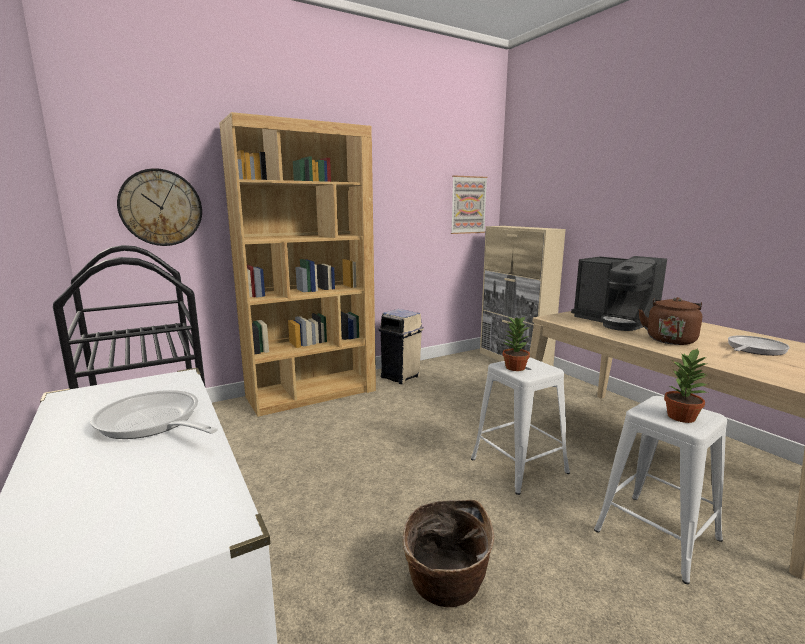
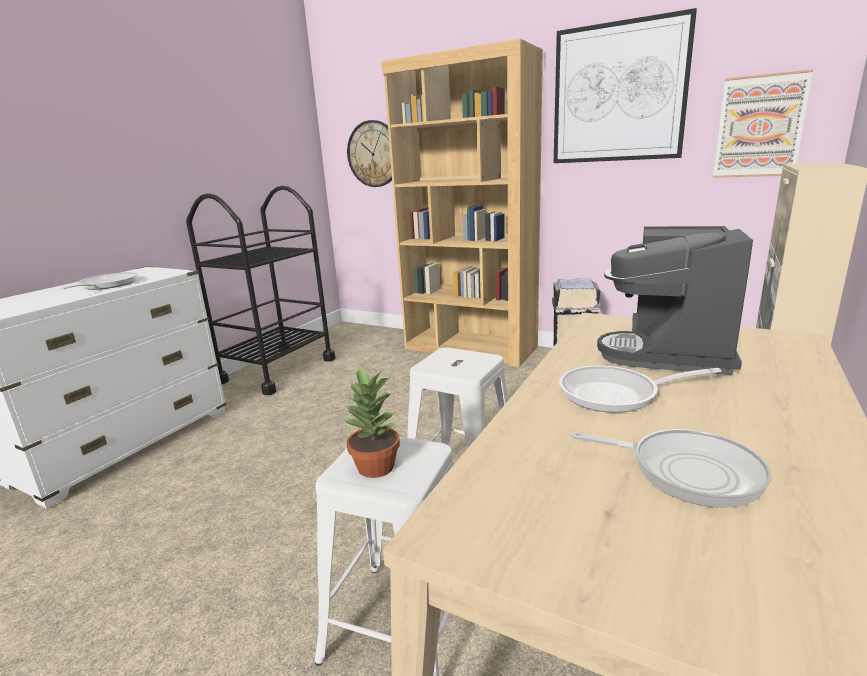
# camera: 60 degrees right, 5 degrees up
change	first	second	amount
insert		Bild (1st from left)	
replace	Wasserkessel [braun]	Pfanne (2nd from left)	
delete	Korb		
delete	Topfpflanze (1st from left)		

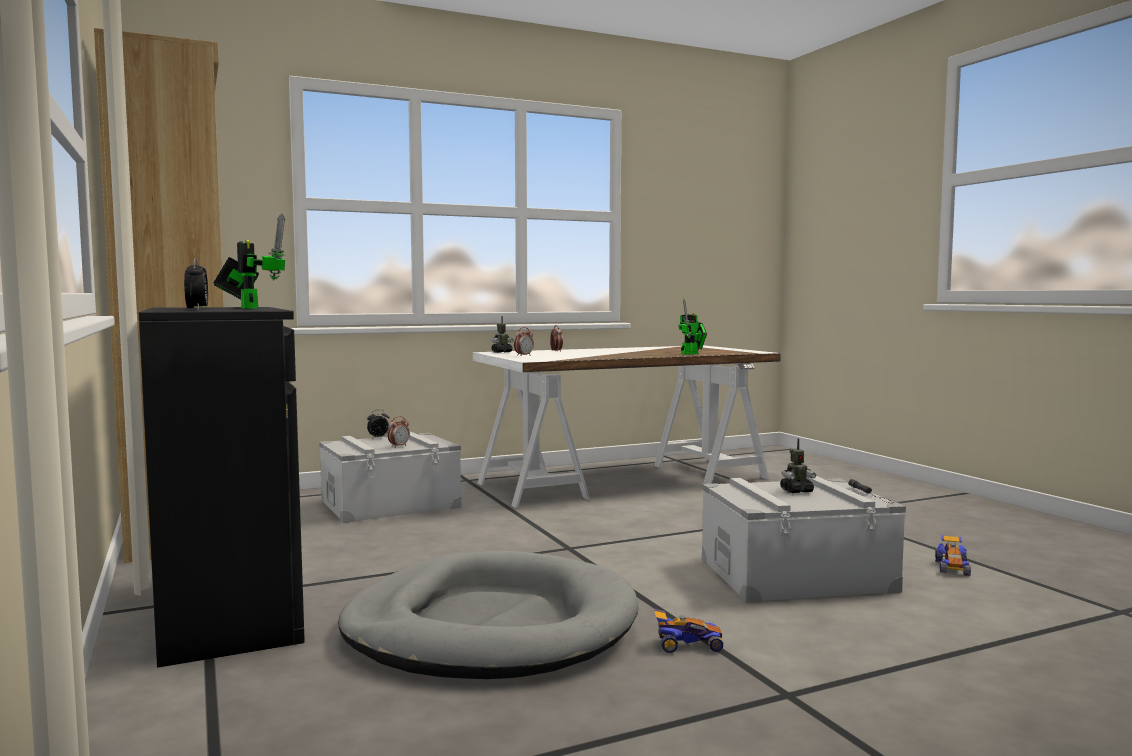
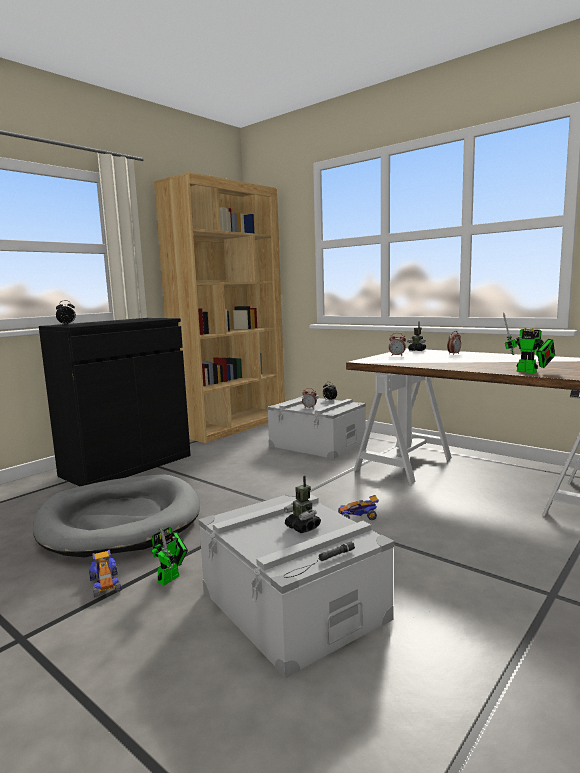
# camera: 65 degrees right, 5 degrees up
change	first	second	amount
move	Spielzeugroboter (1st from left)		
move	Spielzeugauto (2nd from left)		

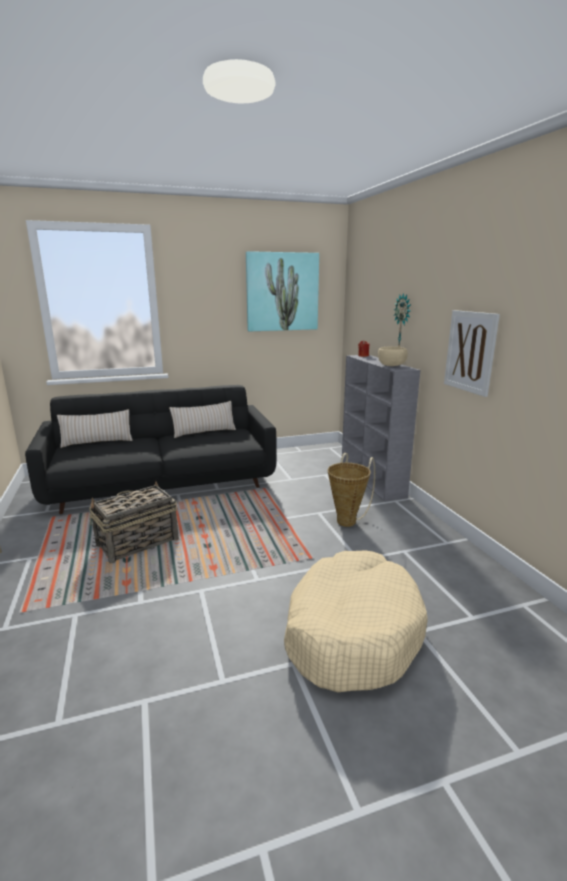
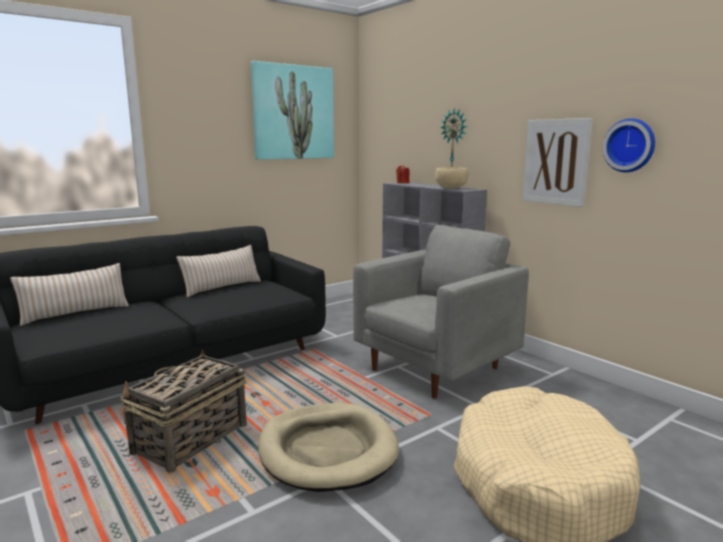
# camera: 20 degrees left, 5 degrees down
change	first	second	amount
insert		Hundebett [beige] (1st from left)	
replace	Korb (2nd from left)	Sessel [grau]	
insert		Wanduhr (2nd from left)	

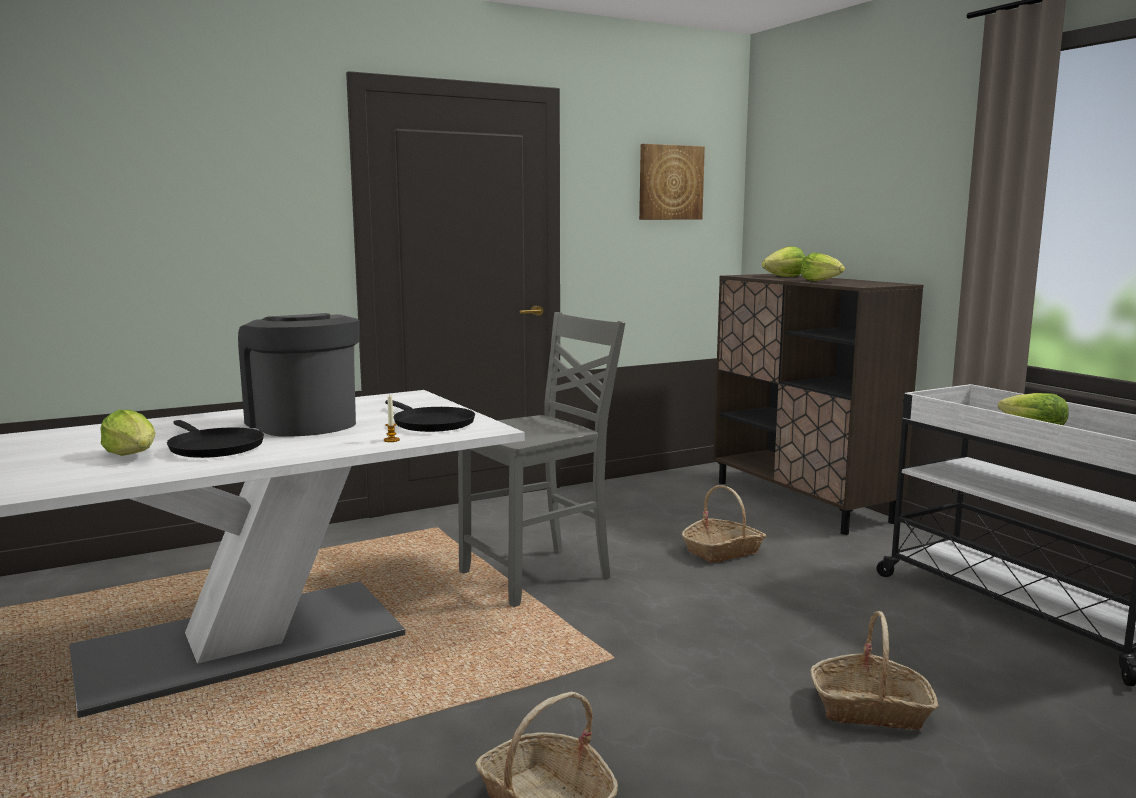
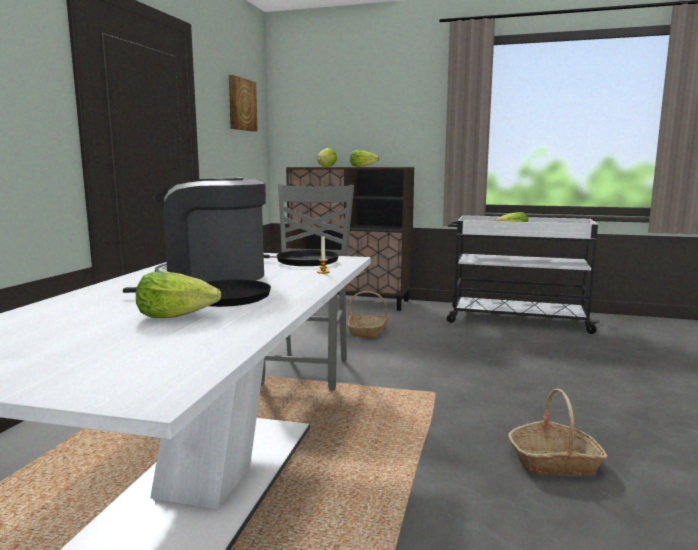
# camera: 45 degrees left, 0 degrees up
change	first	second	amount
delete	Korb (3rd from left)		

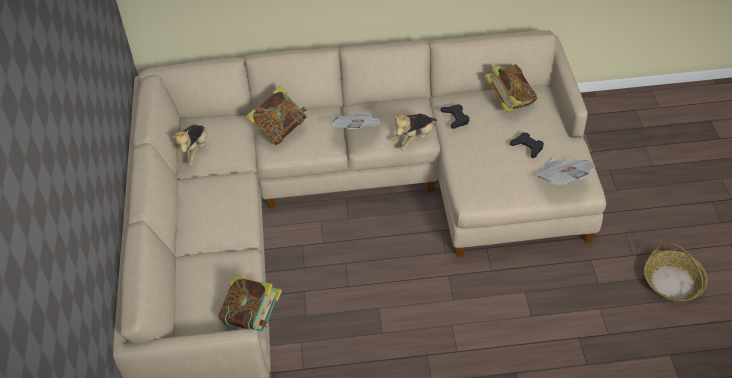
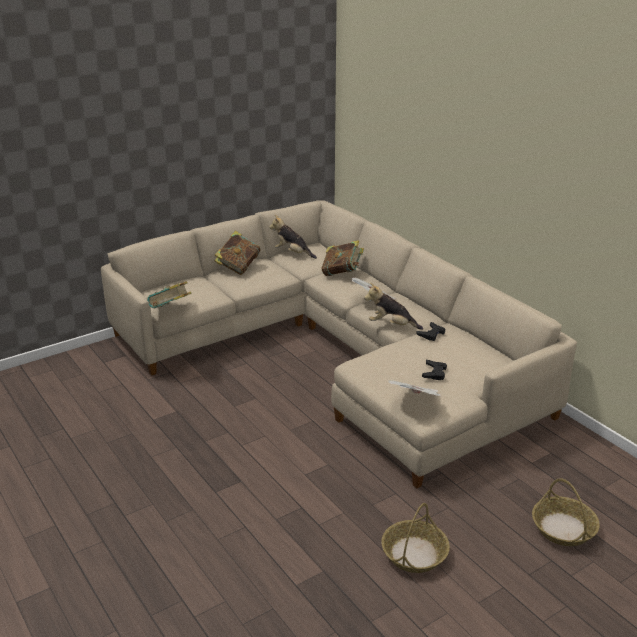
# camera: 60 degrees right, 20 degrees down
change	first	second	amount
move	Buch (3rd from left in the first image)	Buch (2nd from left)	
rotate	Plüschtier (1st from left)		45 degrees clockwise
insert		Korb (2nd from left)	

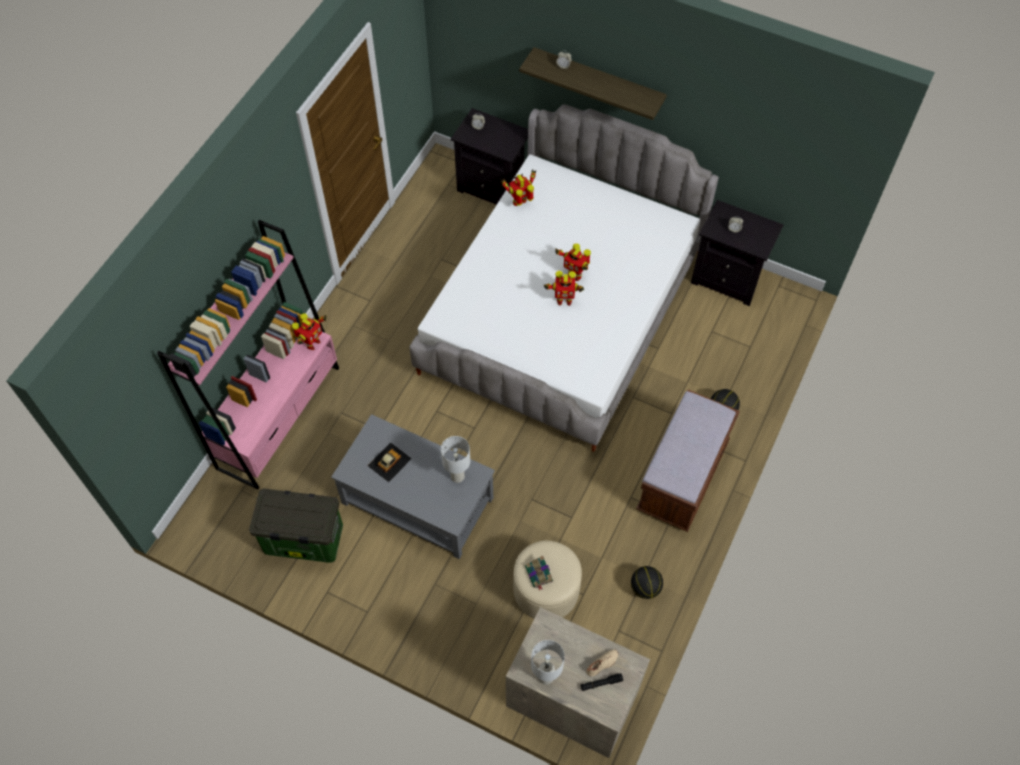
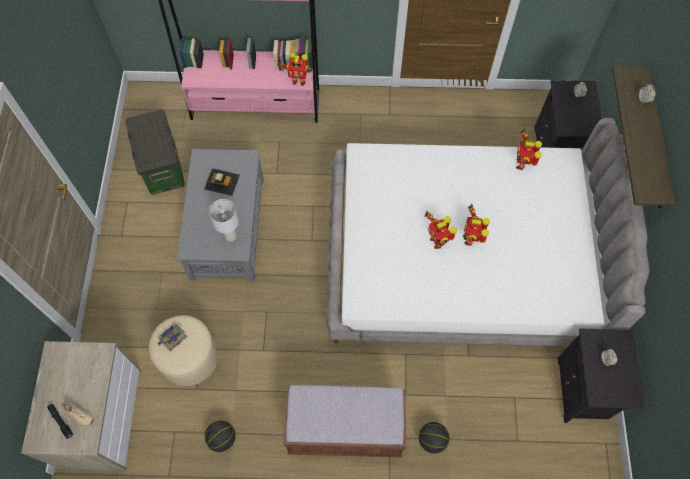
# camera: 65 degrees right, 5 degrees up
change	first	second	amount
rotate	Spielzeugroboter (2nd from left in the first image)	Spielzeugroboter (4th from left)	120 degrees counterclockwise
delete	Tischlampe [weiß] (2nd from left)		

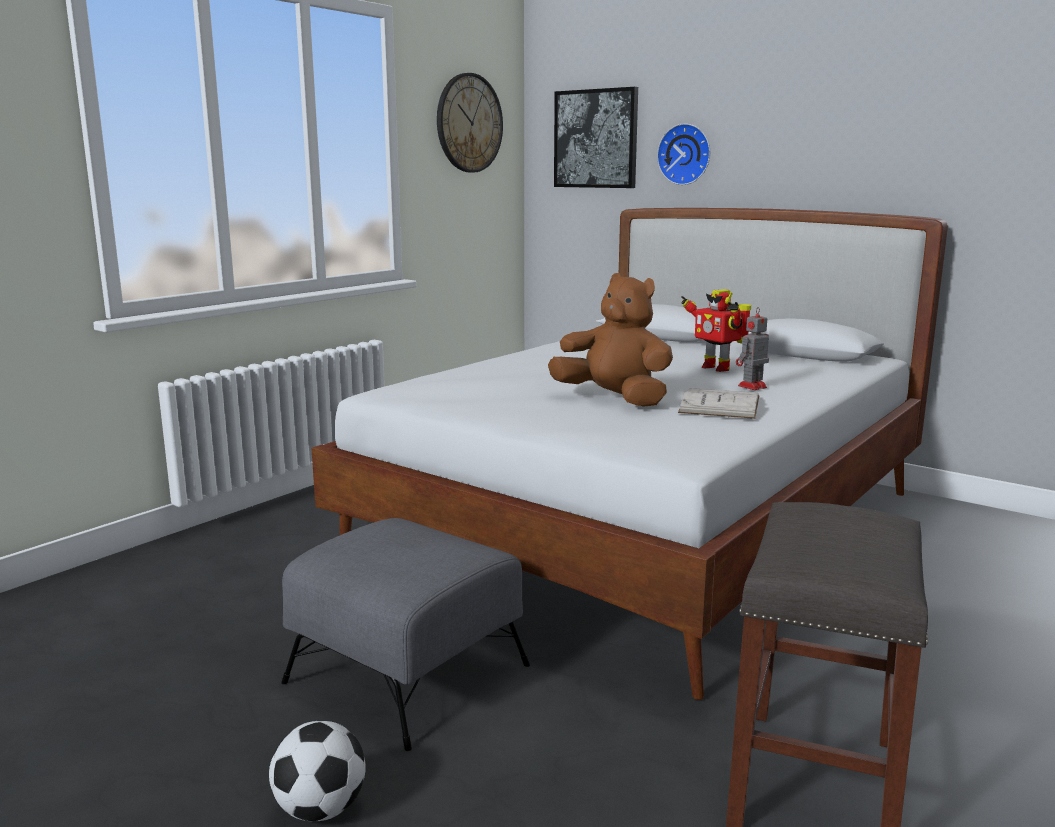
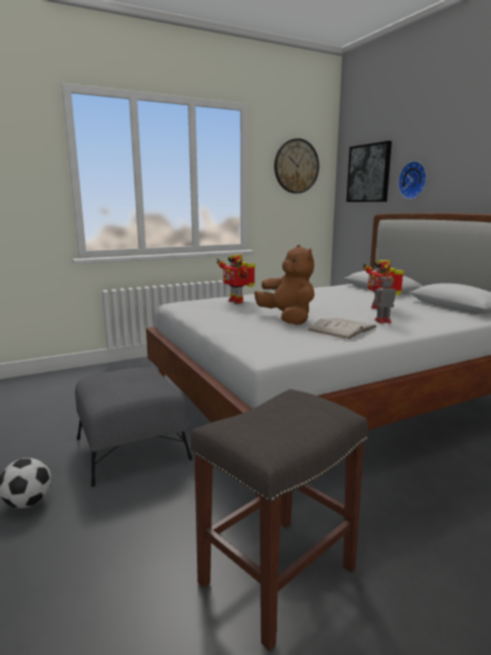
# camera: 25 degrees right, 0 degrees up
change	first	second	amount
insert		Spielzeugroboter (1st from left)	

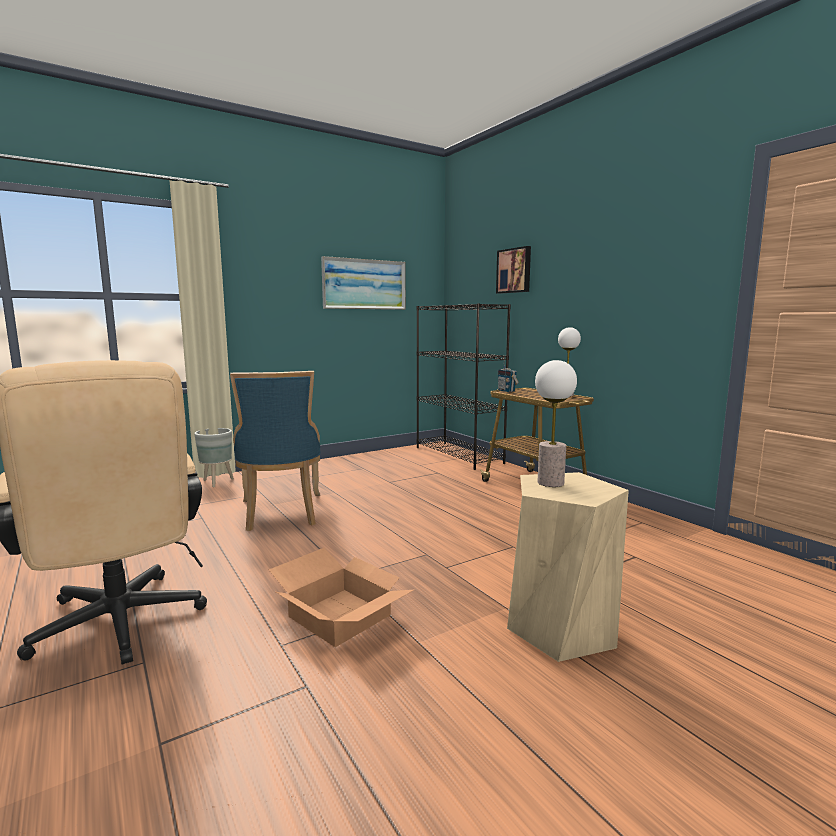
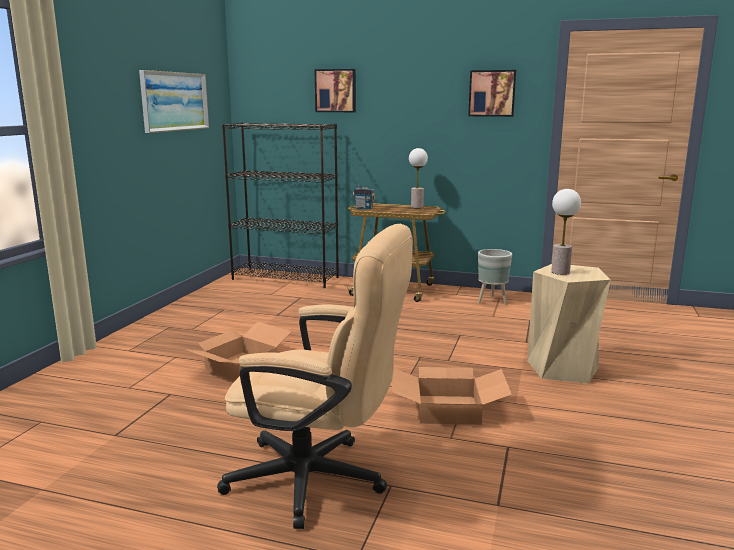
# camera: 40 degrees left, 5 degrees up
change	first	second	amount
replace	Stuhl [blau]	Karton (1st from left)	
insert		Bild (3rd from left)	
move	Pflanzkübel [grau]		

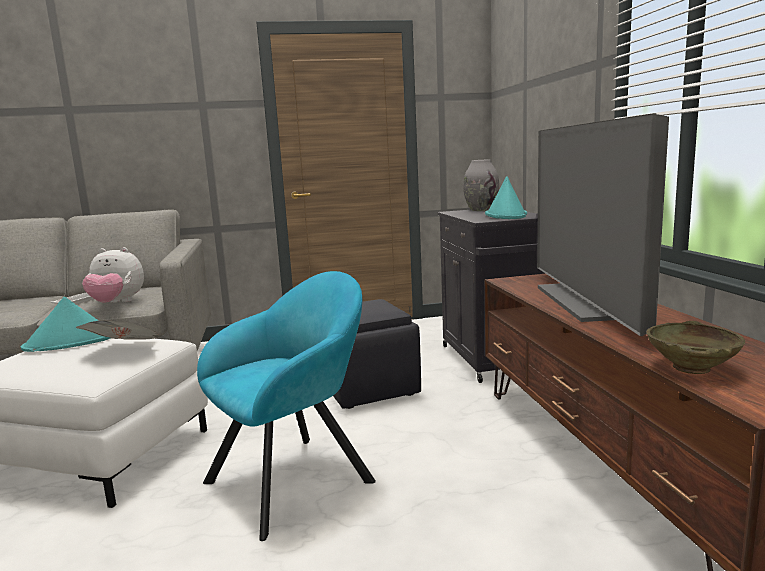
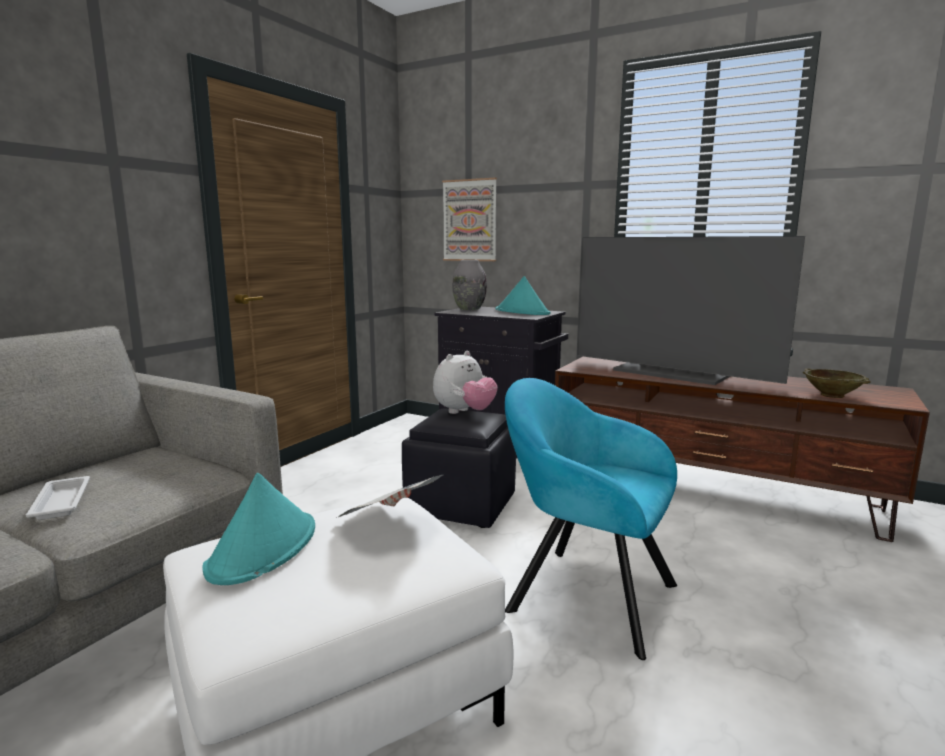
# camera: 50 degrees left, 0 degrees up
change	first	second	amount
move	Plüschtier		
insert		Bild	
rotate	Sessel [türkis]		60 degrees counterclockwise

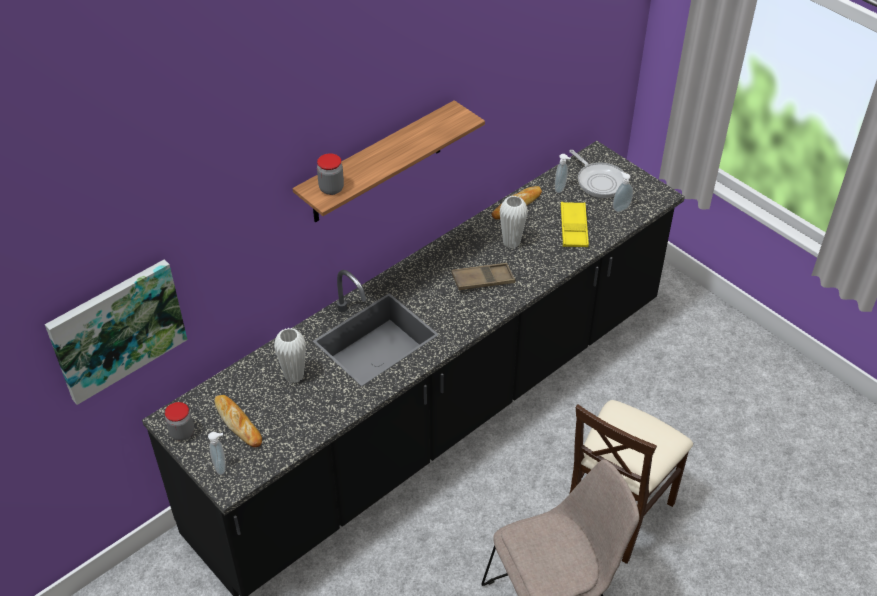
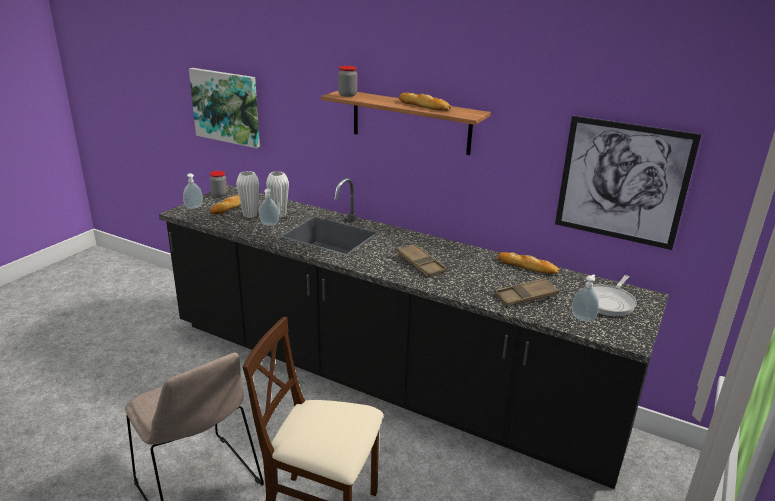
# camera: 70 degrees right, 20 degrees down
change	first	second	amount
move	Vase [weiß] (2nd from left in the first image)	Vase [weiß] (1st from left)	
move	Seifenspender (2nd from left)		
insert		Brot (2nd from left)	
recolor	Tablett [gelb]	Tablett [braun] (2nd from left)	
insert		Bild (2nd from left)	

